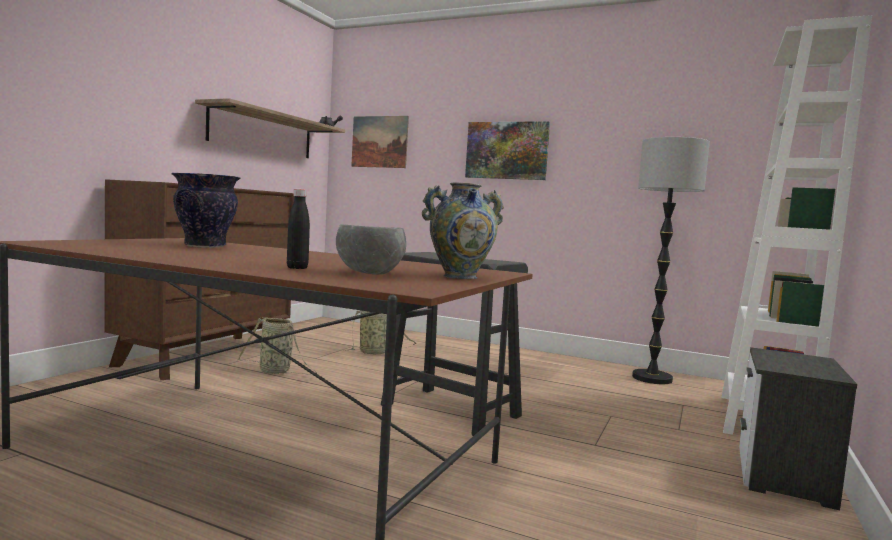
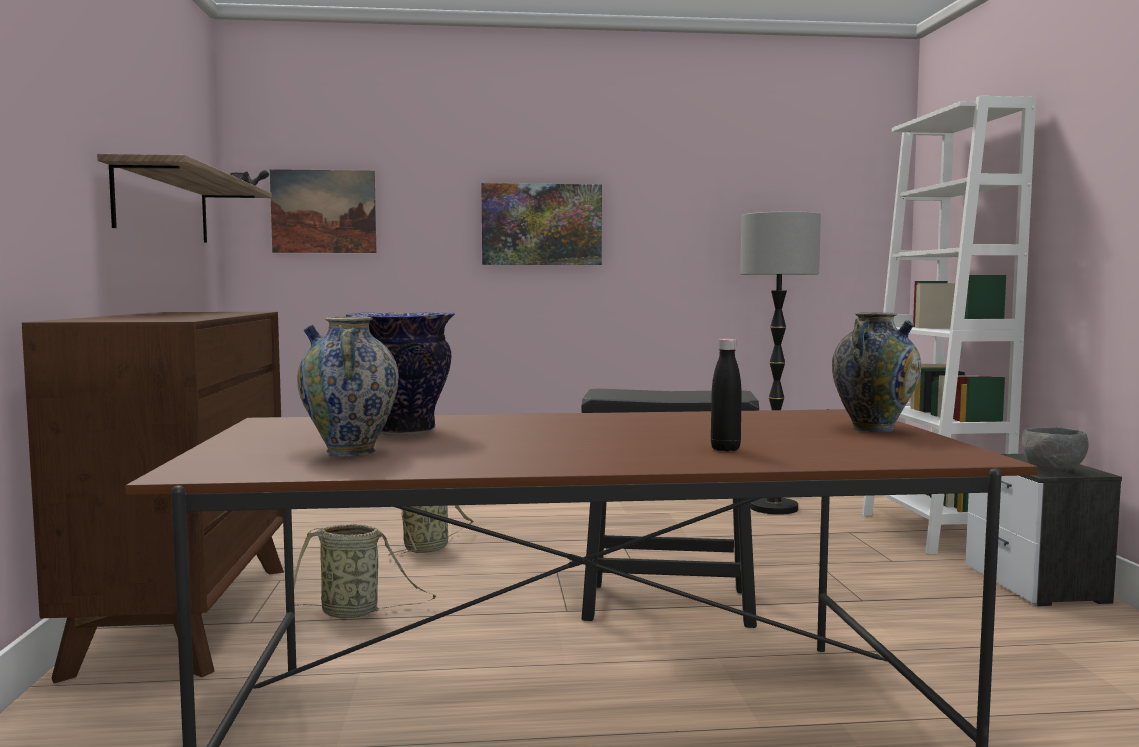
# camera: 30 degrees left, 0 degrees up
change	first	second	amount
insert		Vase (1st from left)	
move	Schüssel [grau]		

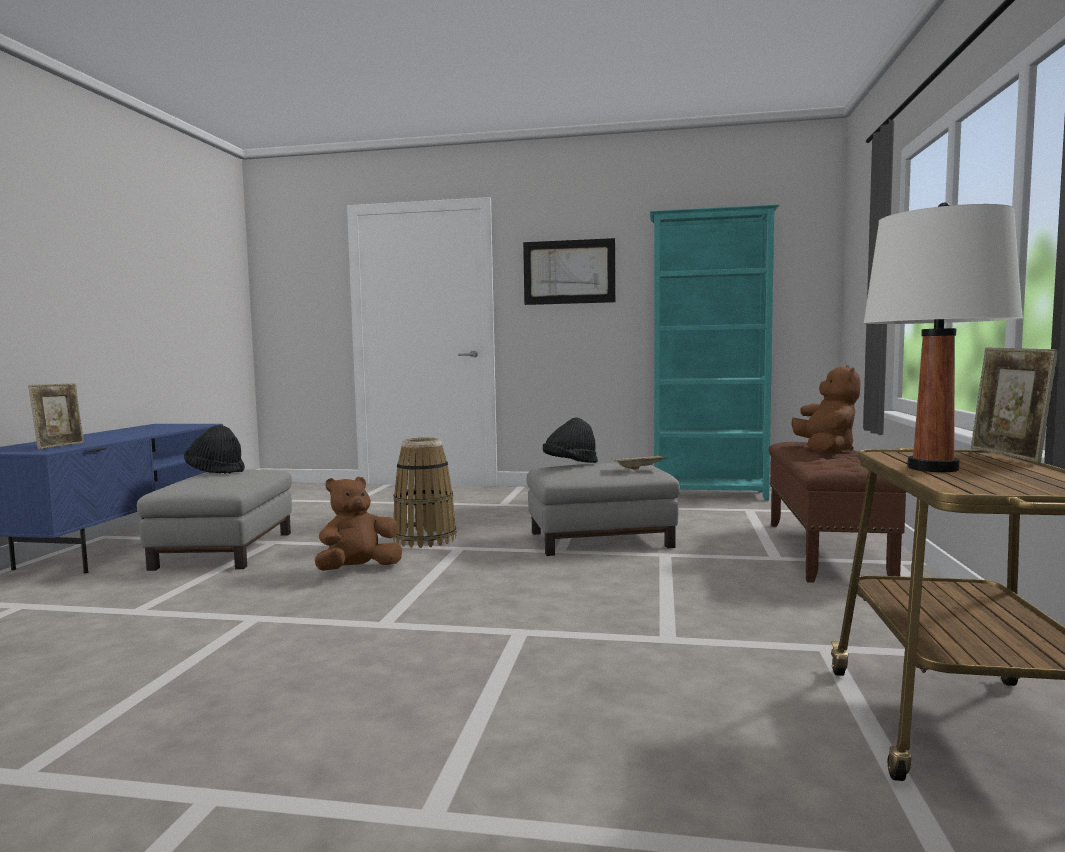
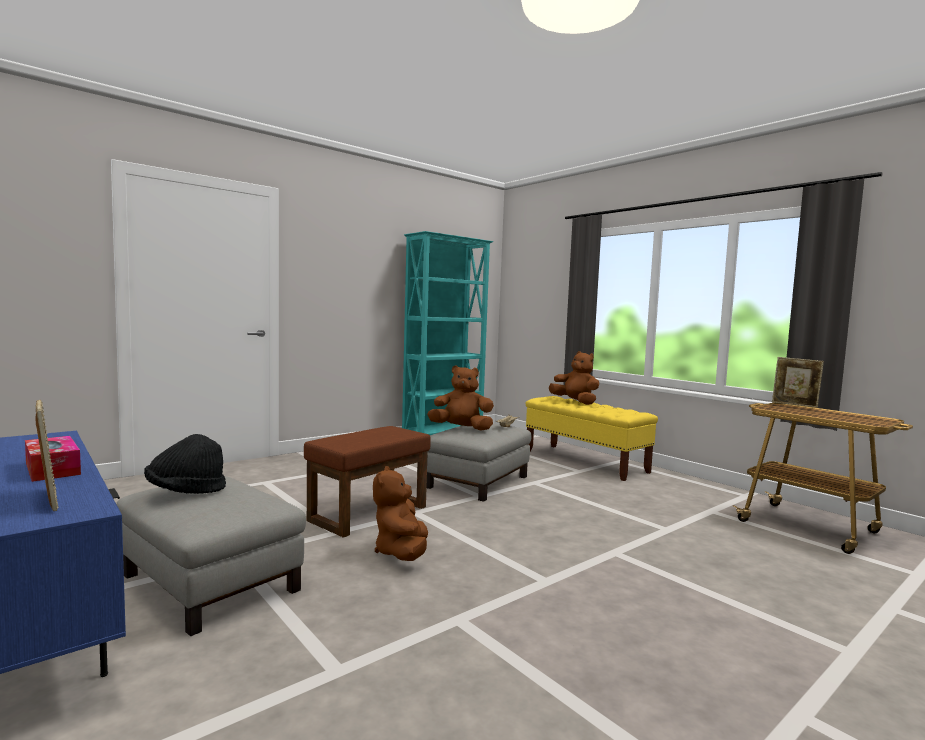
# camera: 50 degrees left, 0 degrees up
change	first	second	amount
insert		Taschentuchbox	
replace	Korb	Polsterhocker [braun]	
replace	Hut [schwarz] (2nd from left)	Plüschtier [braun] (2nd from left)	
recolor	Bank [braun]	Bank [gelb]	
delete	Bild		
delete	Tischlampe [weiß]		

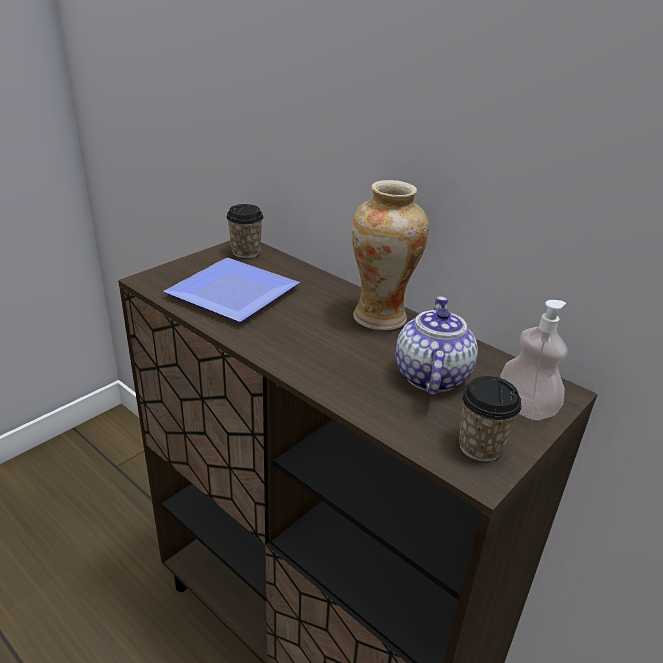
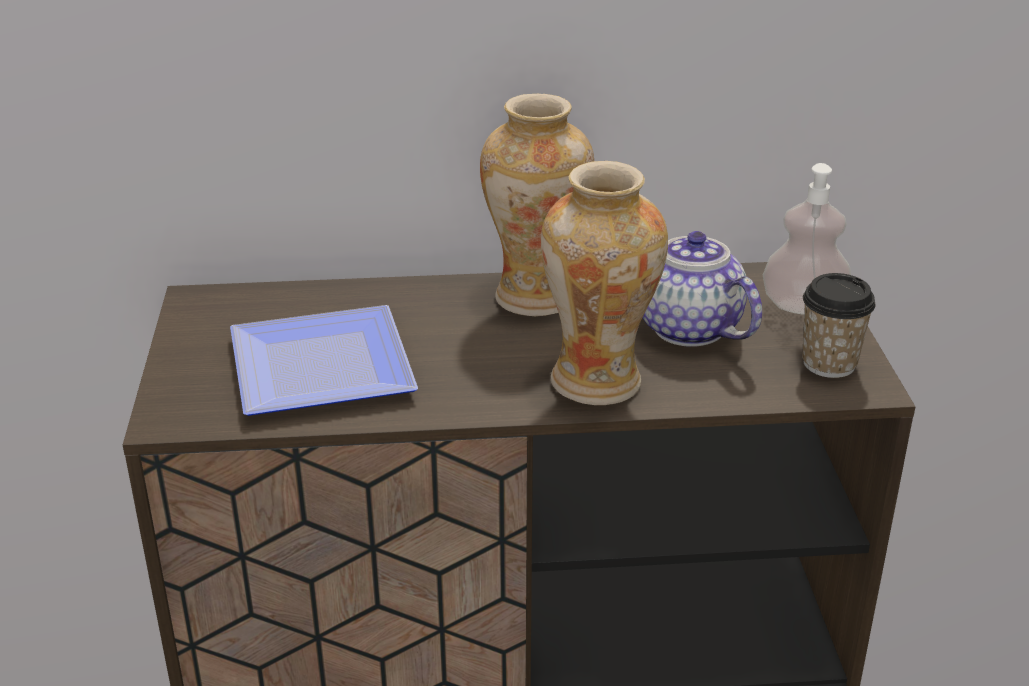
# camera: 45 degrees left, 0 degrees up
change	first	second	amount
insert		Vase (2nd from left)	
delete	Tasse (1st from left)		

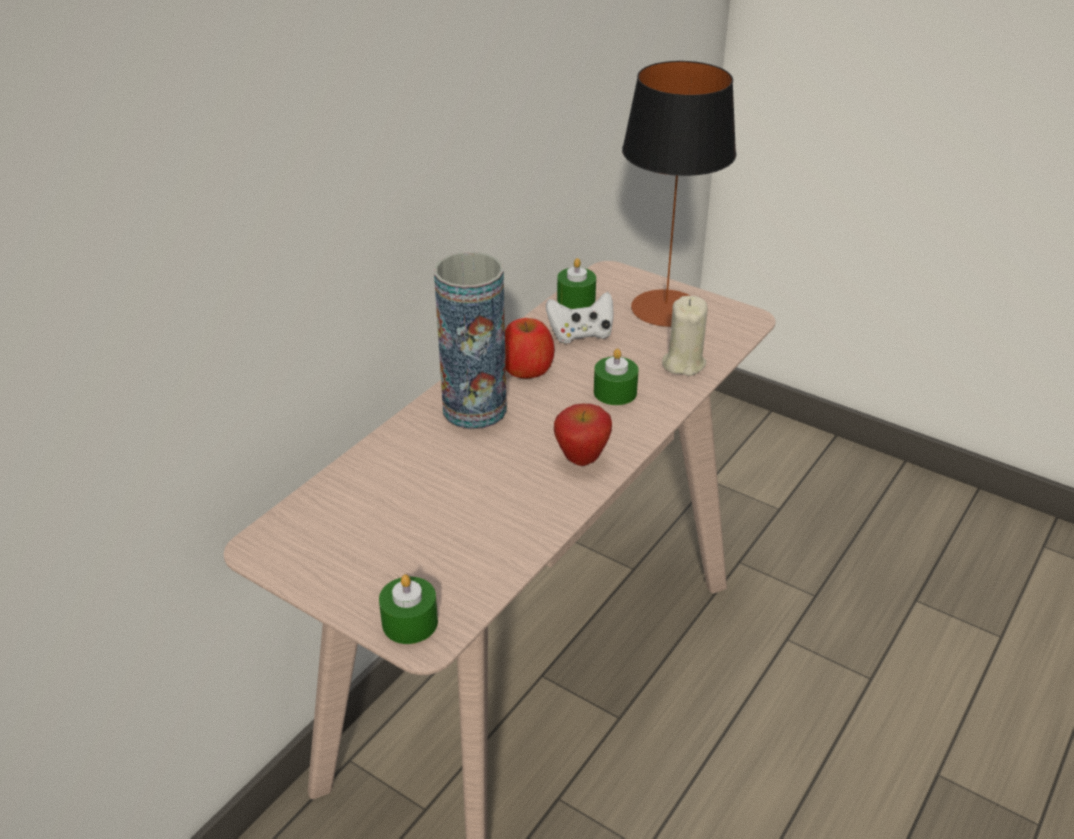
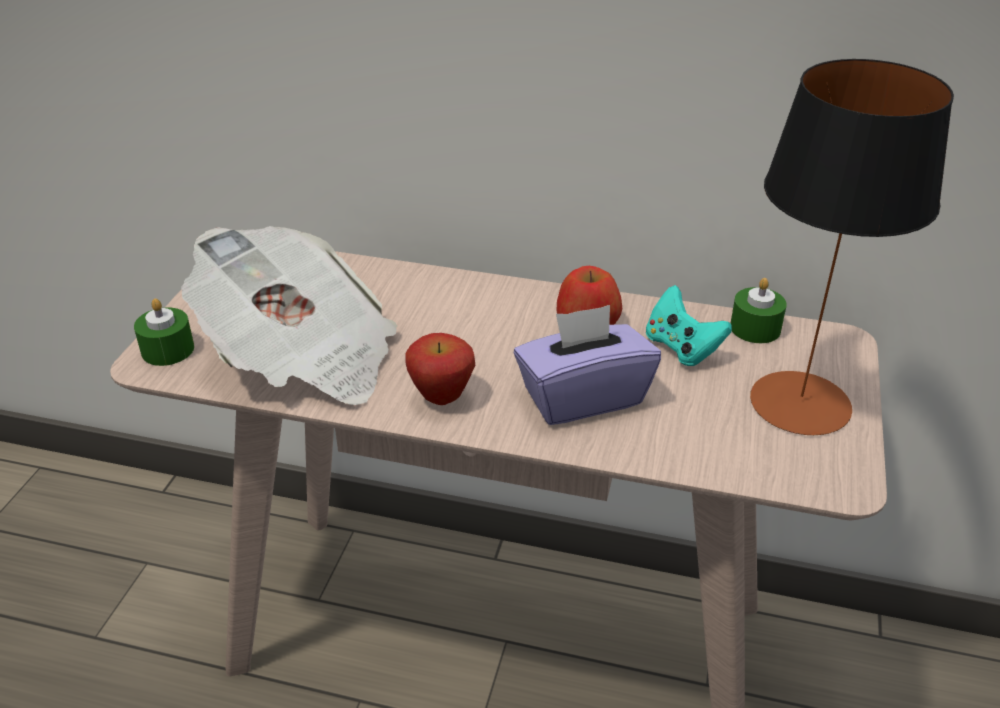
# camera: 70 degrees right, 0 degrees up
change	first	second	amount
insert		Zeitung	
replace	Kerze [grün] (3rd from left)	Taschentuchbox [lila]	
recolor	Gamepad [weiß]	Gamepad [türkis]	
delete	Vase		
delete	Kerze [beige]		

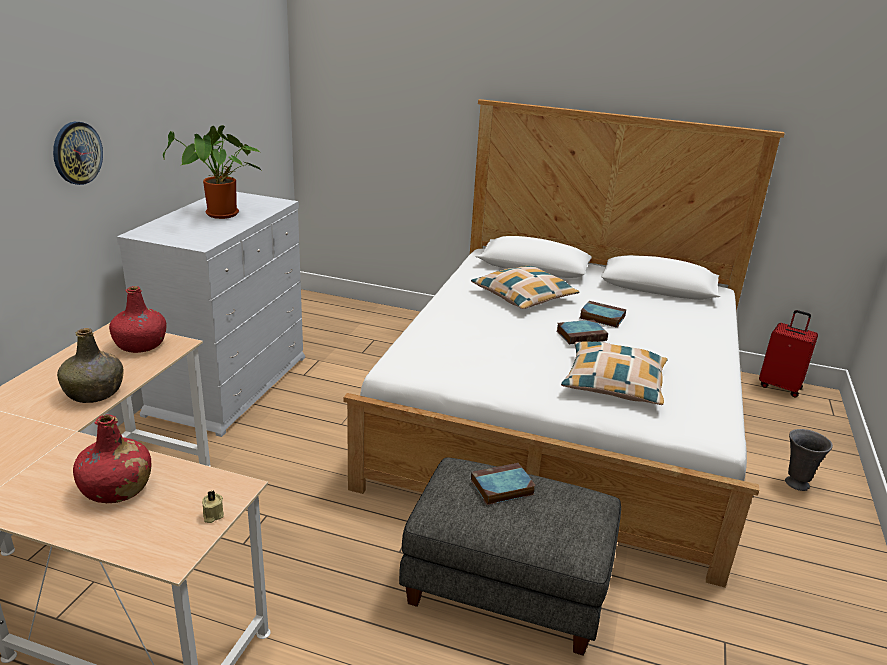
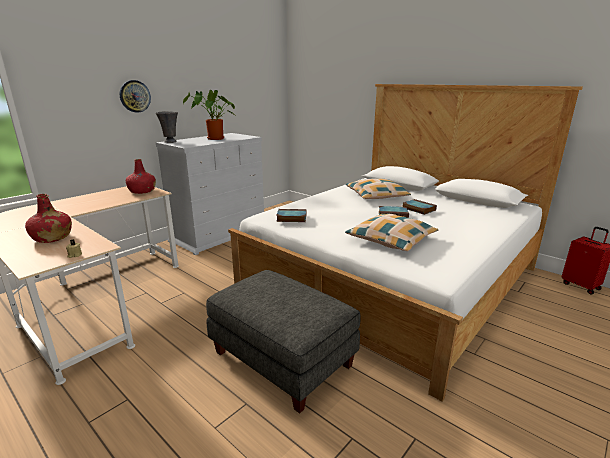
# camera: 25 degrees right, 5 degrees down
change	first	second	amount
move	Vase [grau]		
move	Buch (1st from left)		
delete	Flasche [grün]		

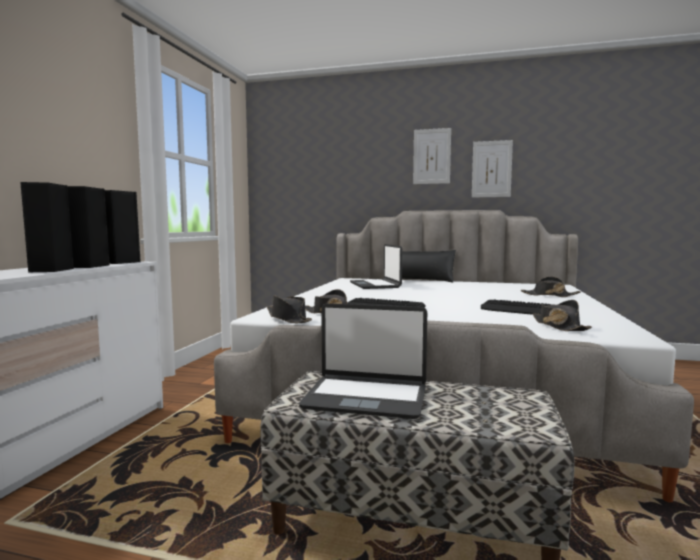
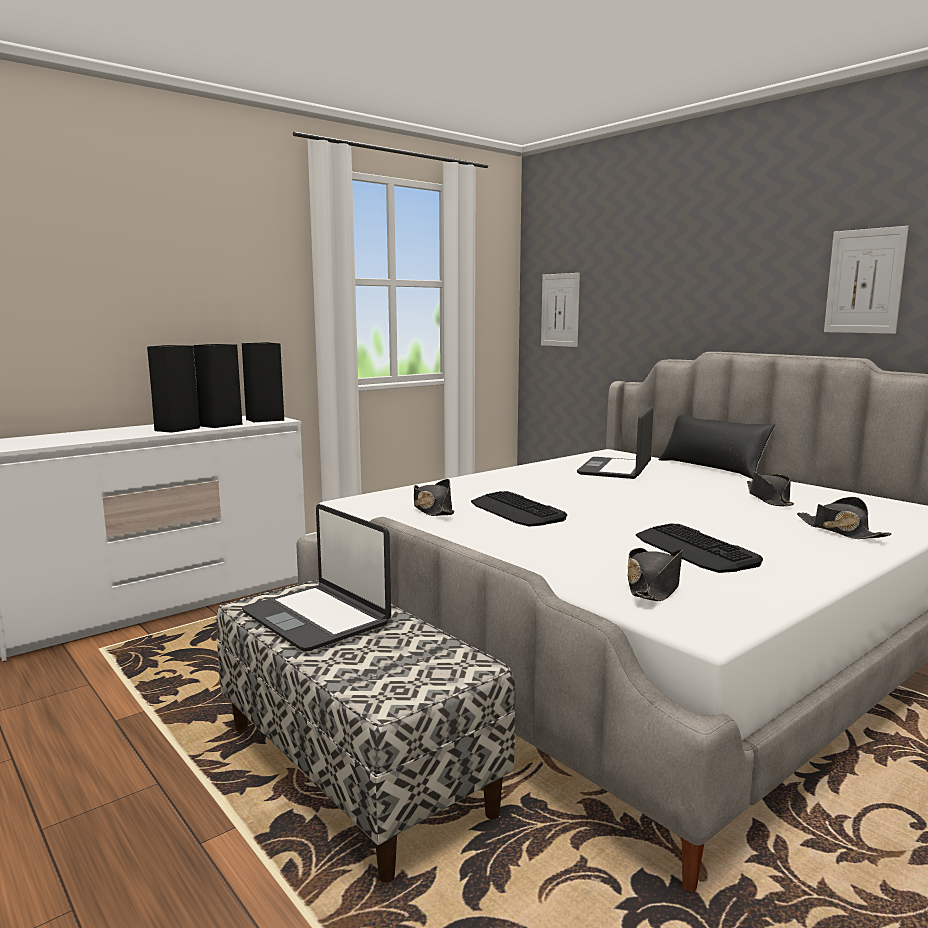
# camera: 35 degrees right, 5 degrees up
change	first	second	amount
move	Bild (1st from left)		
move	Hut [schwarz] (1st from left in the first image)	Hut [schwarz] (3rd from left)	

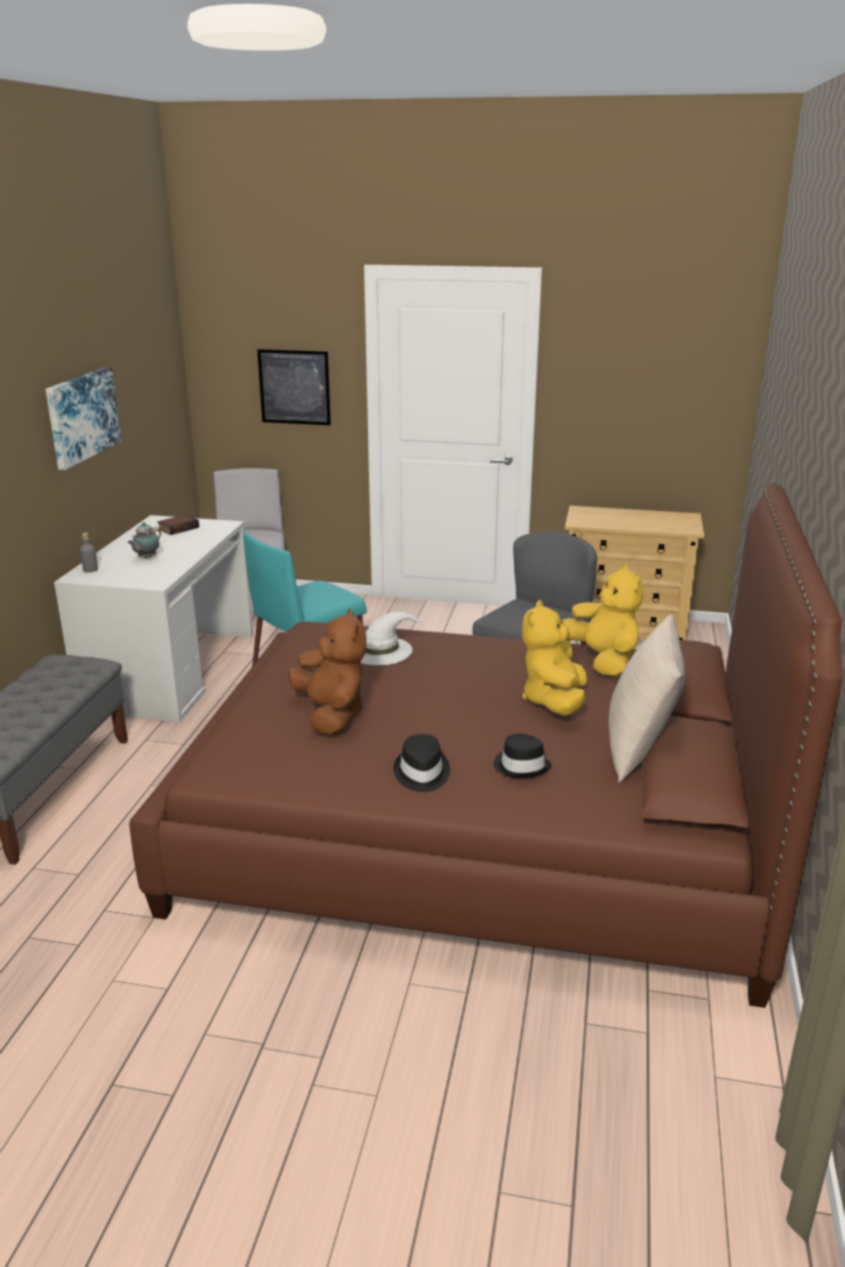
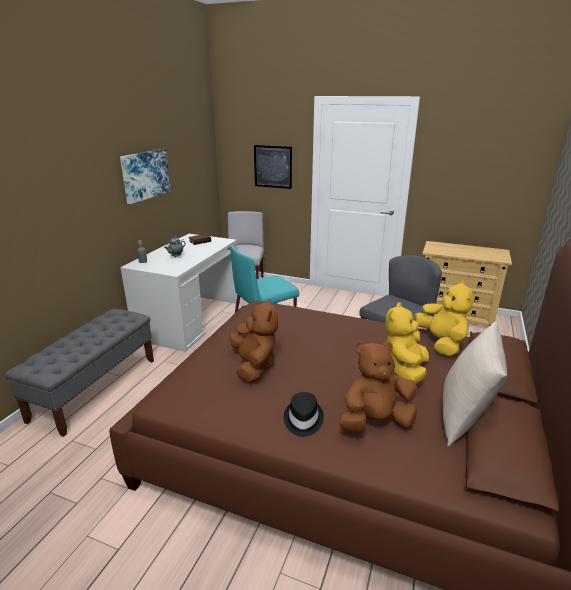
# camera: 10 degrees right, 0 degrees up
change	first	second	amount
replace	Hut [schwarz] (2nd from left)	Plüschtier [braun] (2nd from left)	
delete	Hut [weiß]		

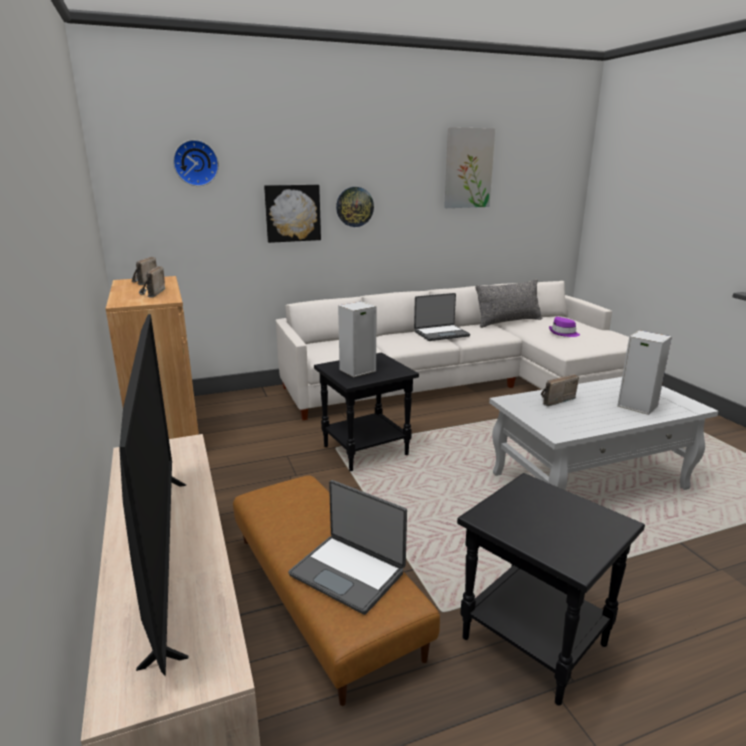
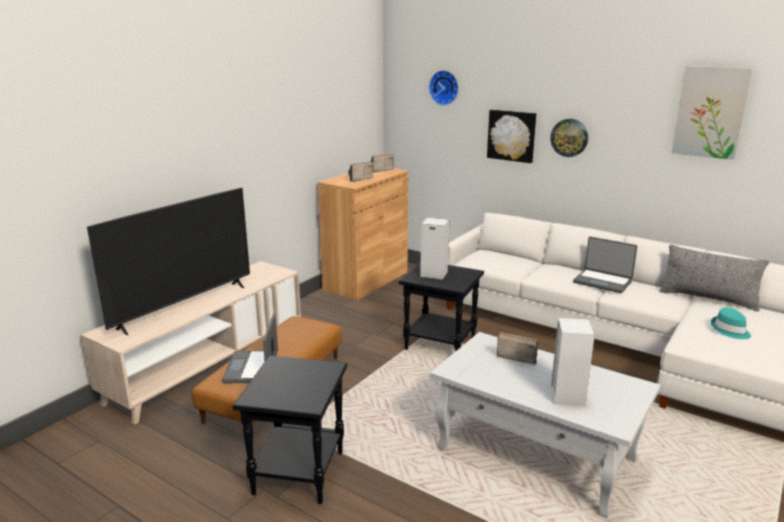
# camera: 55 degrees right, 0 degrees up
change	first	second	amount
recolor	Hut [lila]	Hut [türkis]	

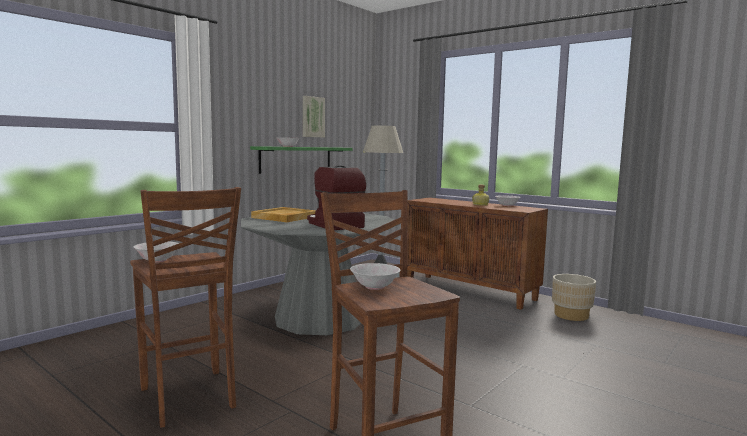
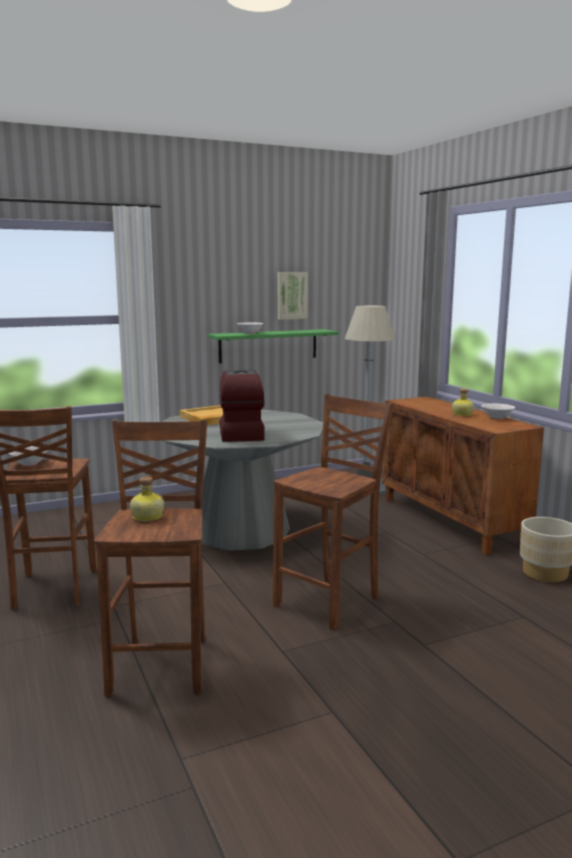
# camera: 25 degrees right, 5 degrees up
change	first	second	amount
replace	Schüssel [weiß] (3rd from left)	Flasche (1st from left)	
insert		Hocker [braun] (3rd from left)	

